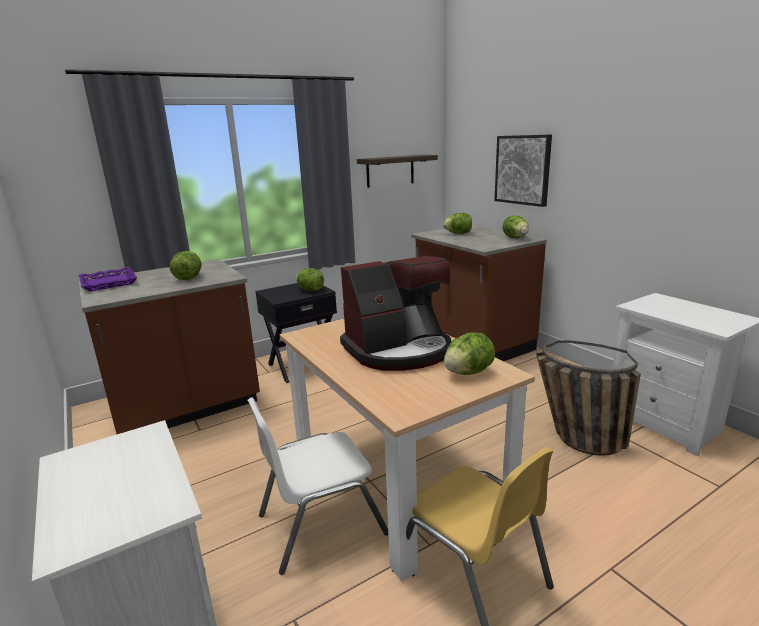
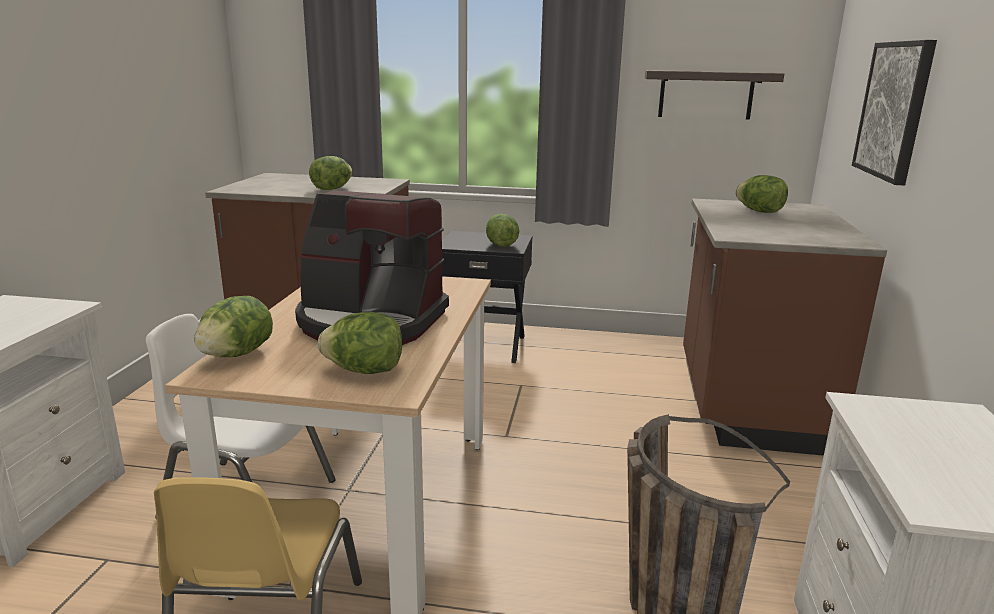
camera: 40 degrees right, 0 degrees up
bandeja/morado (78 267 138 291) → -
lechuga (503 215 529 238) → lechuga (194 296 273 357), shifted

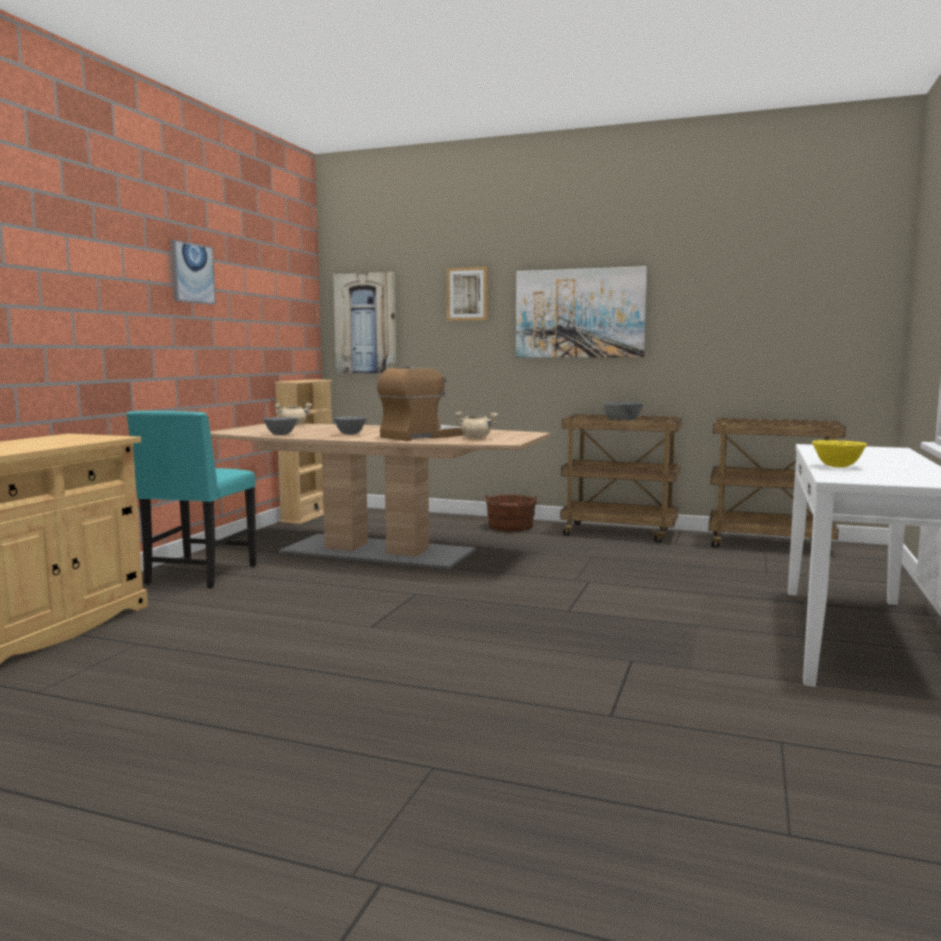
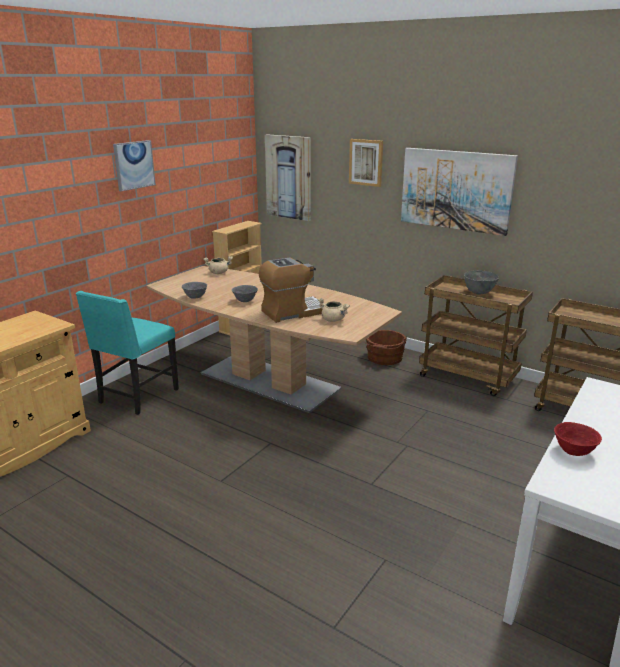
camera: 15 degrees right, 15 degrees up
cuenco/amarillo (812 440 867 468) → cuenco/rojo (554 422 602 456)

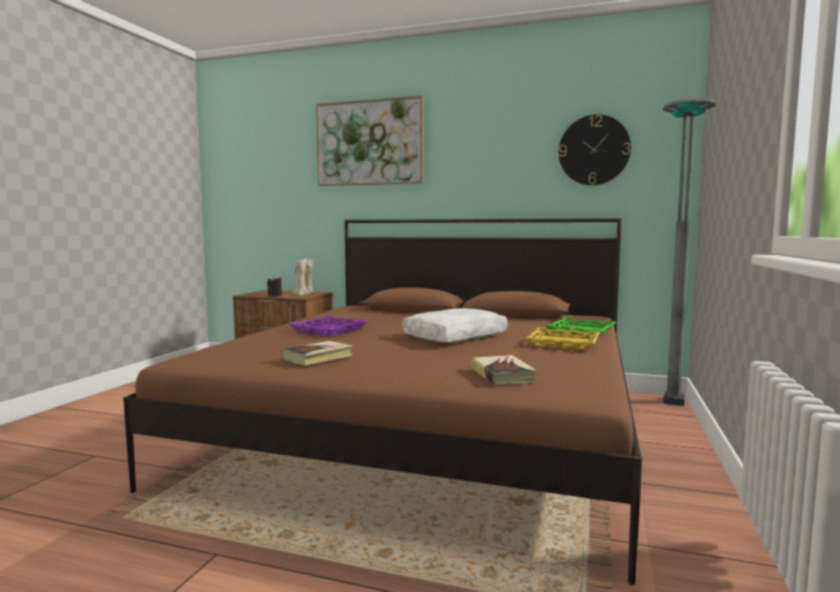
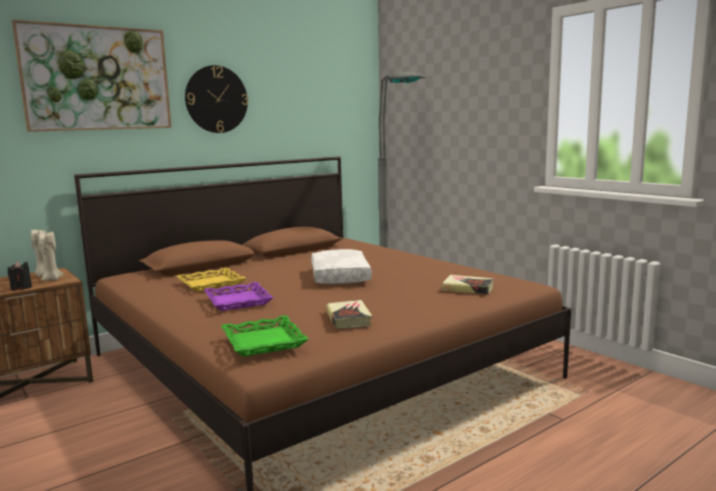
camera: 55 degrees left, 5 degrees up
bandeja/amarillo (525 327 600 351) → bandeja/amarillo (176 267 246 292), shifted
bandeja/verde (546 317 616 337) → bandeja/verde (221 315 308 357), shifted
reloj de pared (559 114 631 185) → reloj de pared (185 65 248 133), shifted

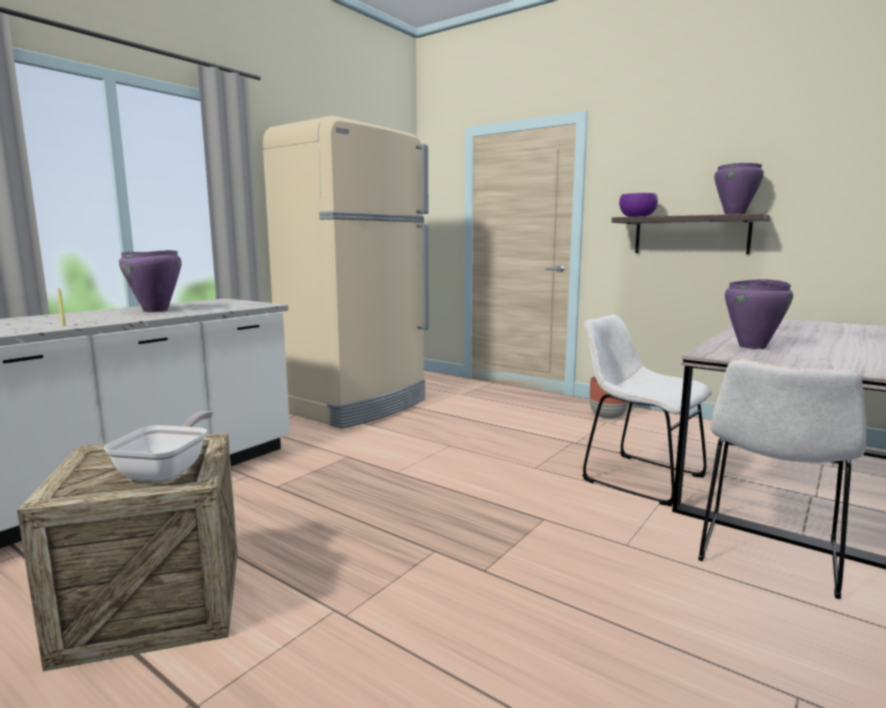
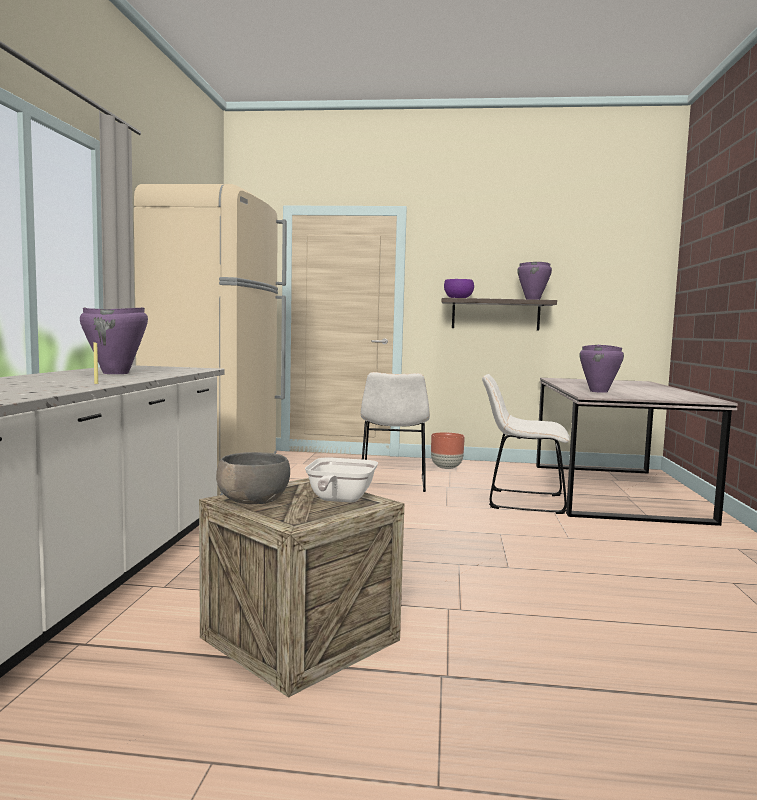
camera: 30 degrees left, 5 degrees down
- → cuenco/gris (216 452 290 504)
silla/blanco (698 359 866 599) → silla/blanco (360 372 430 492), shifted
sartén (103 411 213 482) → sartén (305 457 378 503), 150 degrees counterclockwise

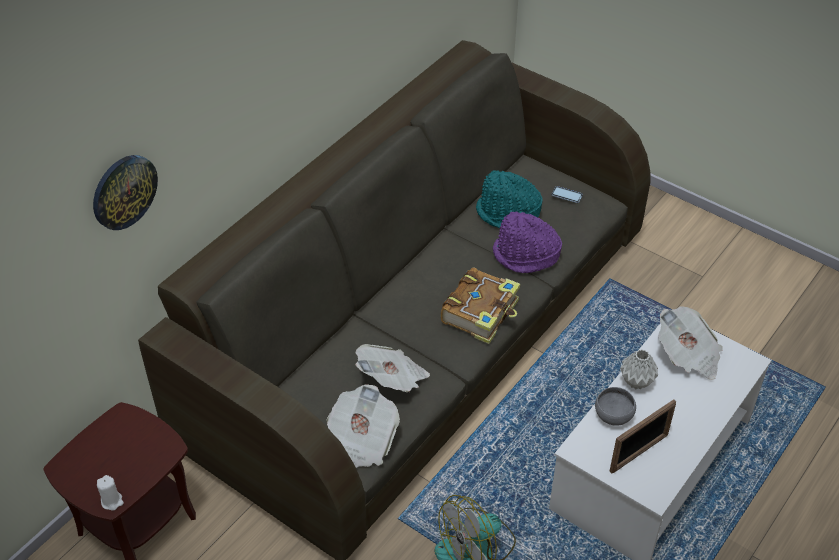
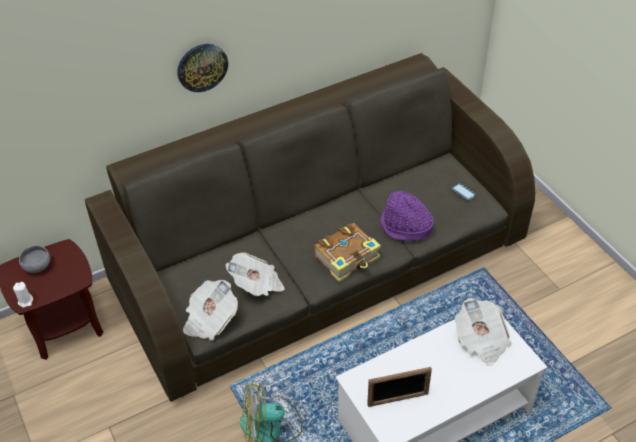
camera: 25 degrees right, 0 degrees up
sombrero/turquesa (476 170 543 228) → -
florero/gris (620 349 658 389) → -
reloj de pared (93 155 158 230) → reloj de pared (177 44 228 92), shifted
cuenco/gris (595 387 636 426) → cuenco/gris (19 245 50 273), shifted

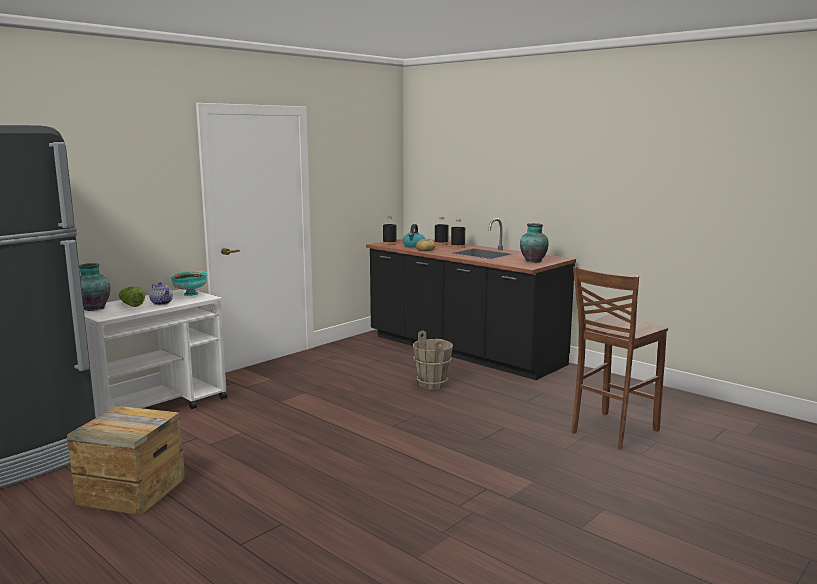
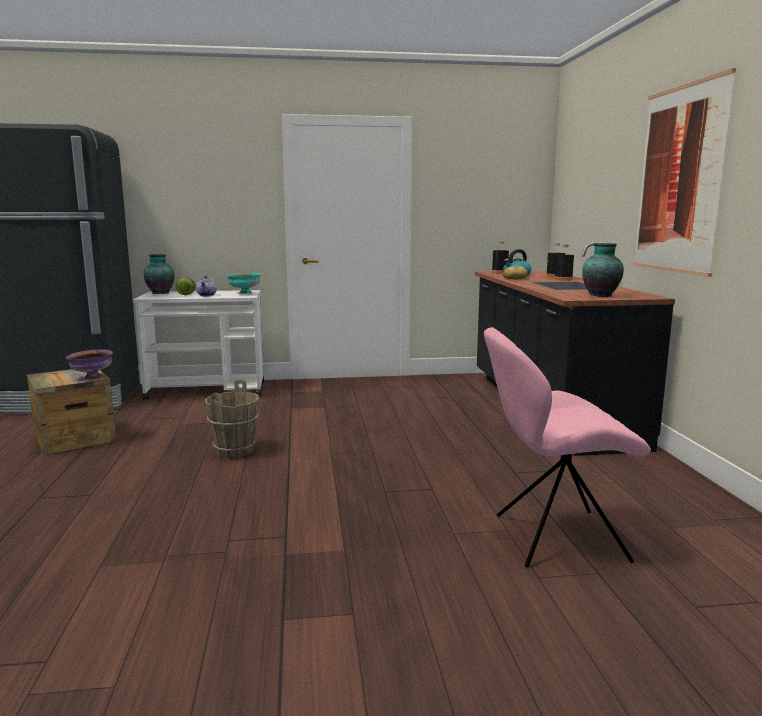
camera: 40 degrees right, 0 degrees up
- → cuenco/morado (66 349 113 379)
- → cuadro (633 68 736 277)
cubo/marrón (413 331 453 390) → cubo/marrón (205 380 259 458), shifted
taburete/marrón (571 266 668 450) → silla/rosa (484 327 651 568)

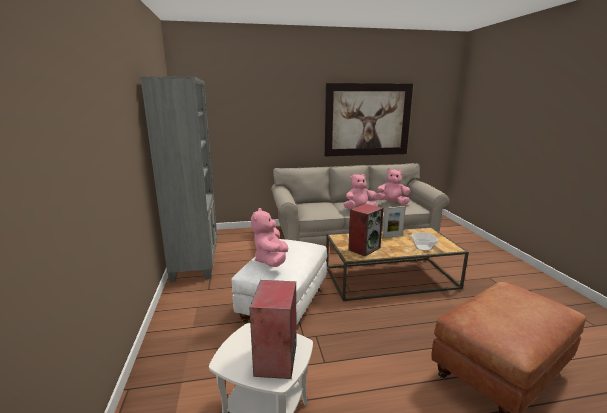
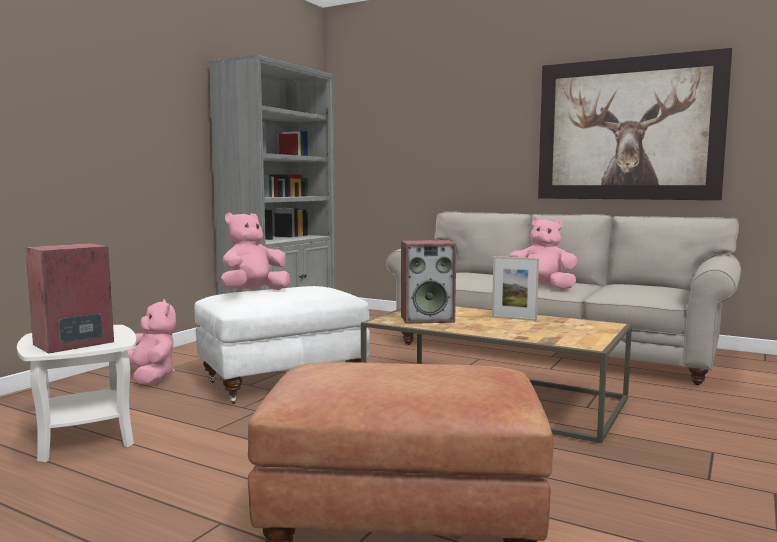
camera: 40 degrees right, 10 degrees down
cuenco (411 233 438 251) → -
peluche/rosa (375 168 410 205) → peluche/rosa (127 299 176 384), shifted

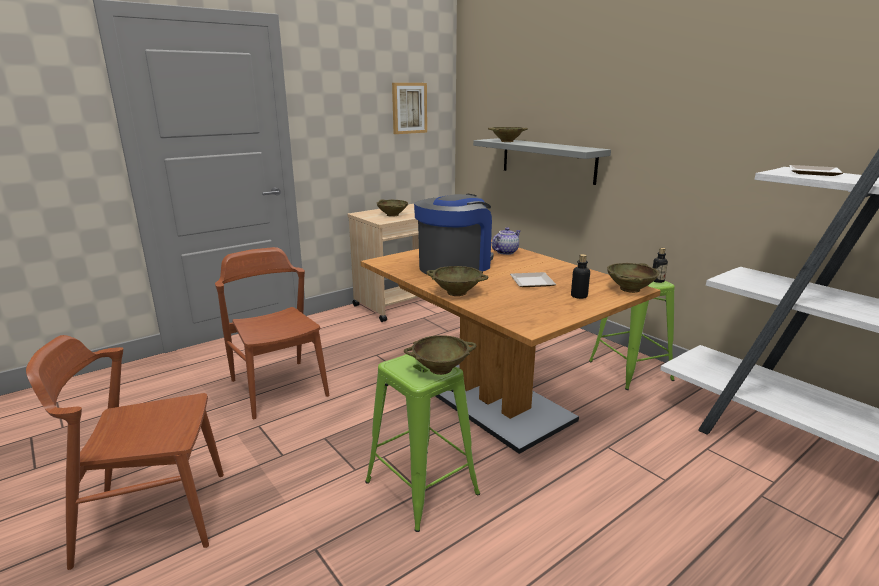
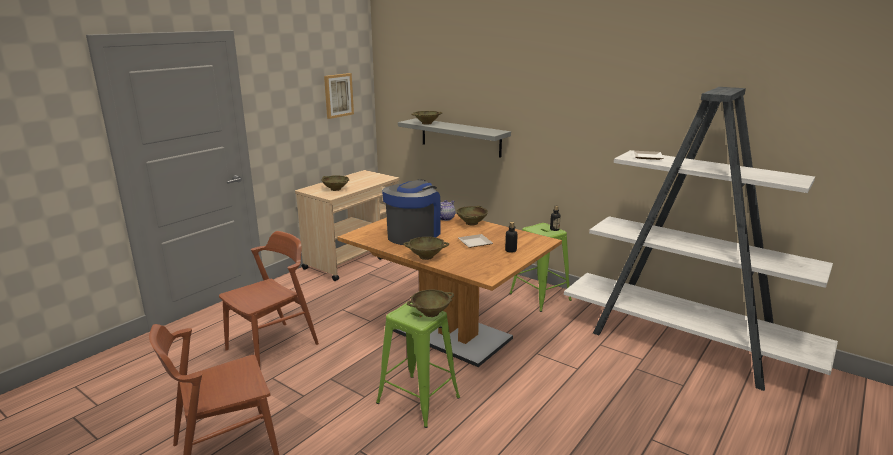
camera: 15 degrees left, 0 degrees up
cuenco/beis (607 263 659 293) → cuenco/beis (456 206 488 225), shifted
silla/marrón (215 247 329 419) → silla/marrón (219 231 319 367), 90 degrees clockwise

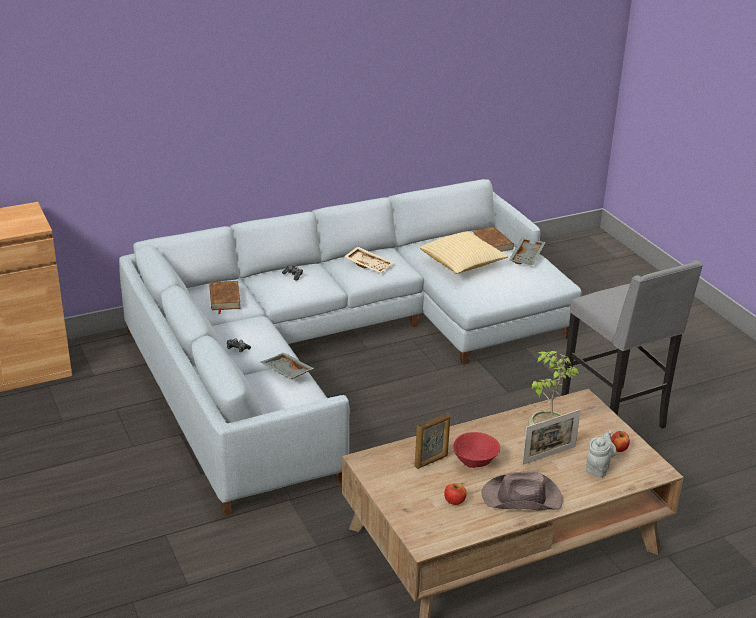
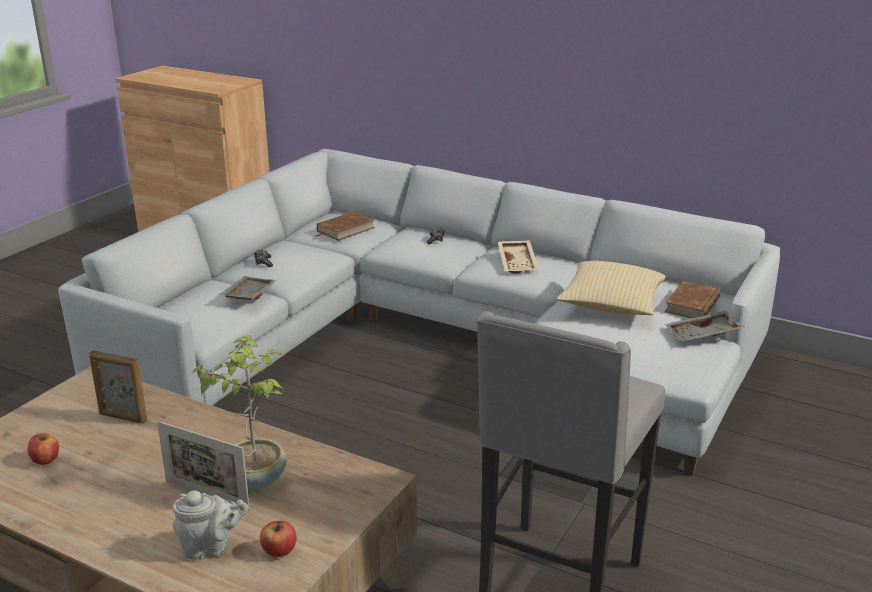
camera: 55 degrees right, 5 degrees down
cuenco/rojo (453 432 500 468) → -
sombrero/marrón (481 470 563 511) → -

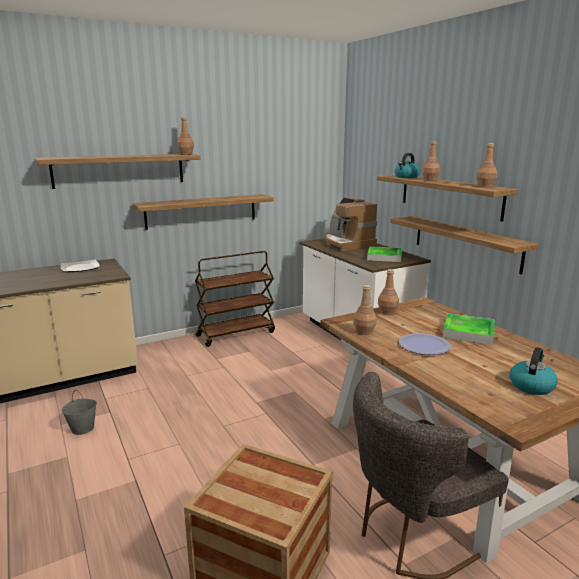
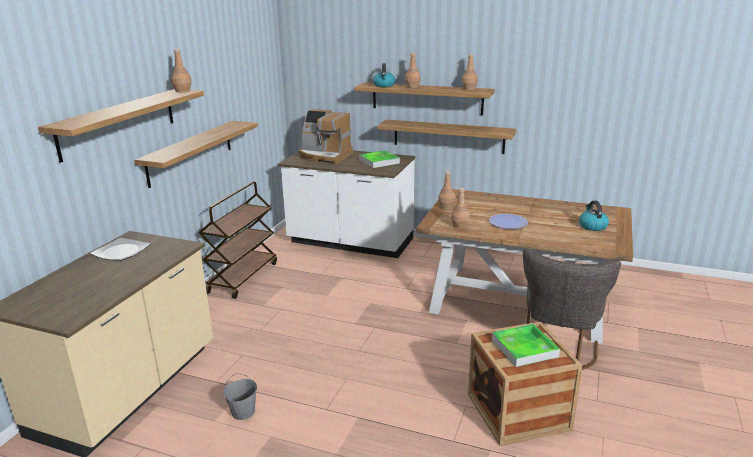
camera: 40 degrees left, 5 degrees up
bandeja (443 313 494 345) → bandeja (492 324 560 367), shifted

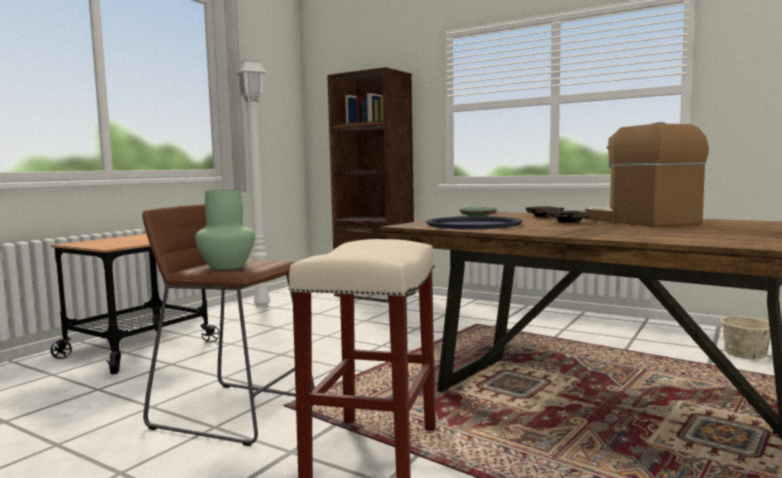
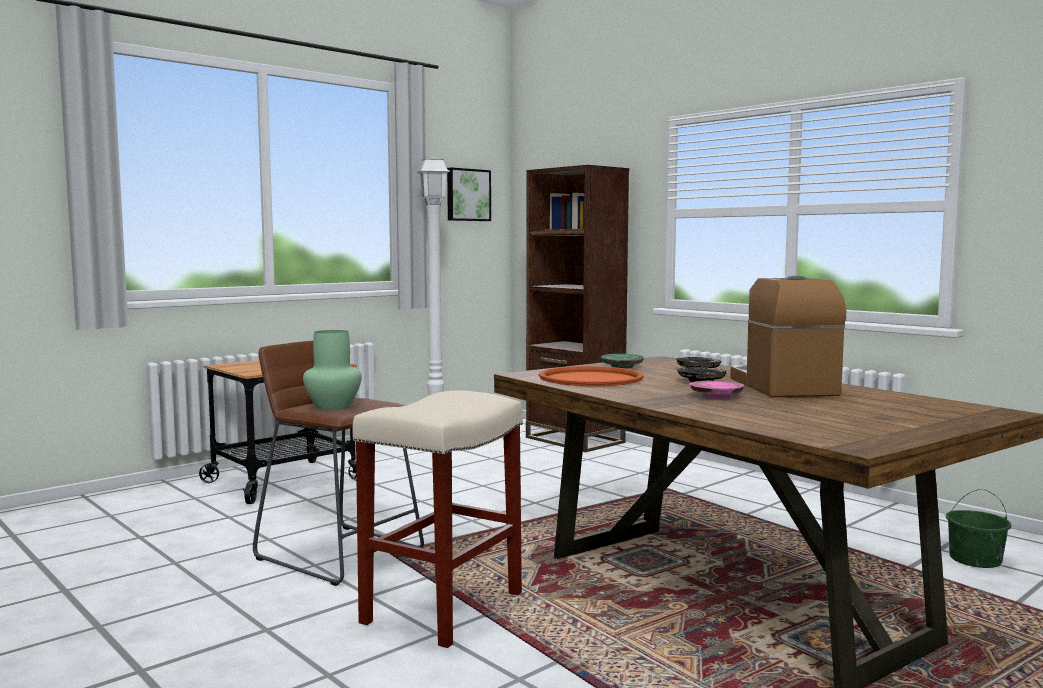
camera: 15 degrees right, 0 degrees up
- → cuadro (447 167 491 221)
- → plato/rosa (690 381 744 399)
bandeja/azul (427 216 522 229) → bandeja/naranja (539 366 644 387)
cubo/beis (721 298 771 359) → cubo/verde (946 489 1011 568)

